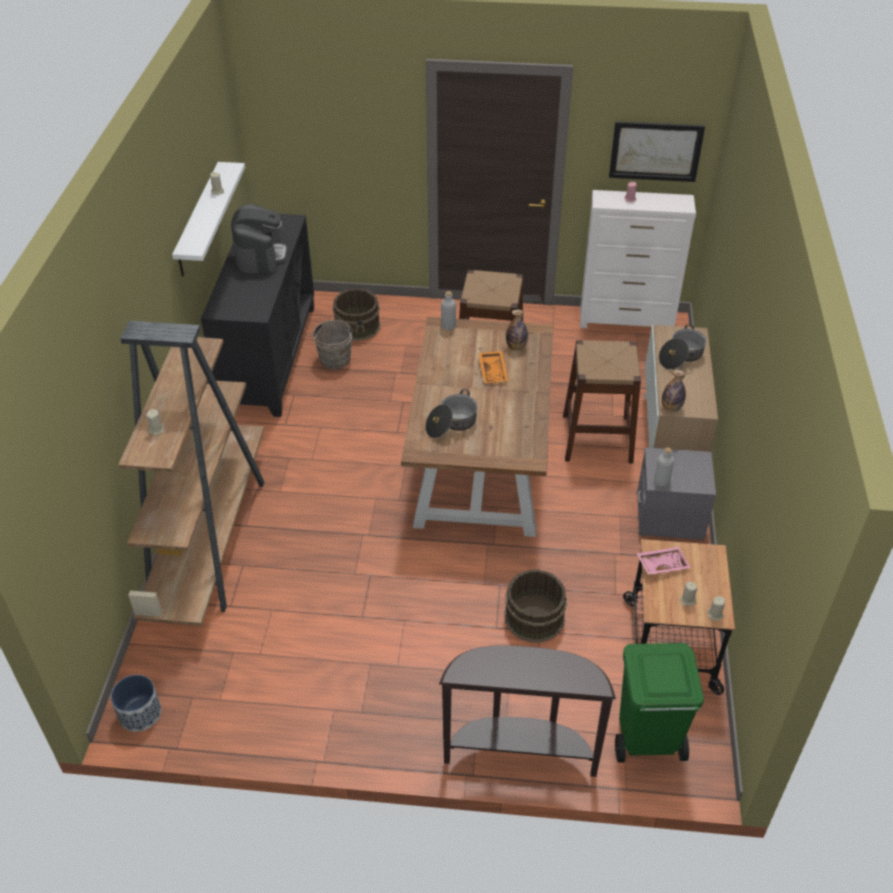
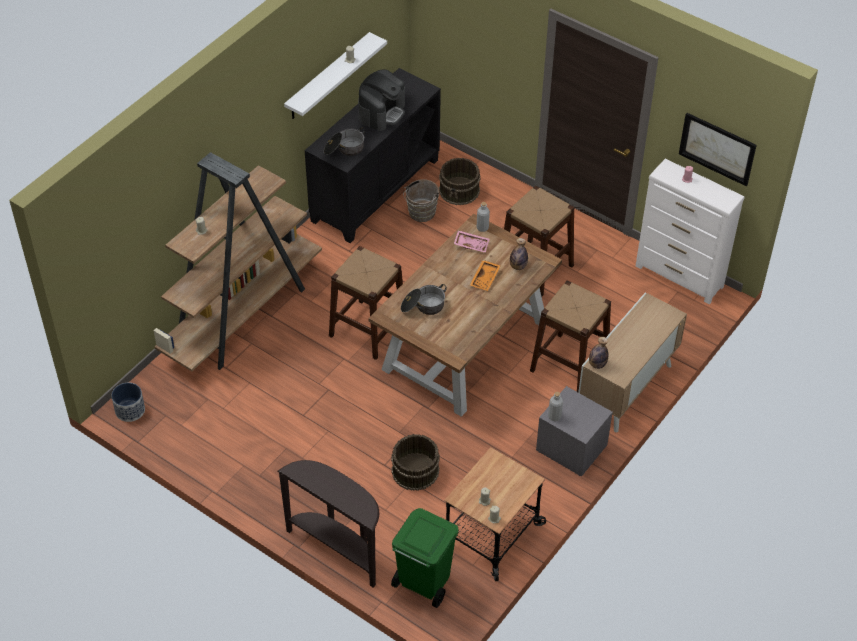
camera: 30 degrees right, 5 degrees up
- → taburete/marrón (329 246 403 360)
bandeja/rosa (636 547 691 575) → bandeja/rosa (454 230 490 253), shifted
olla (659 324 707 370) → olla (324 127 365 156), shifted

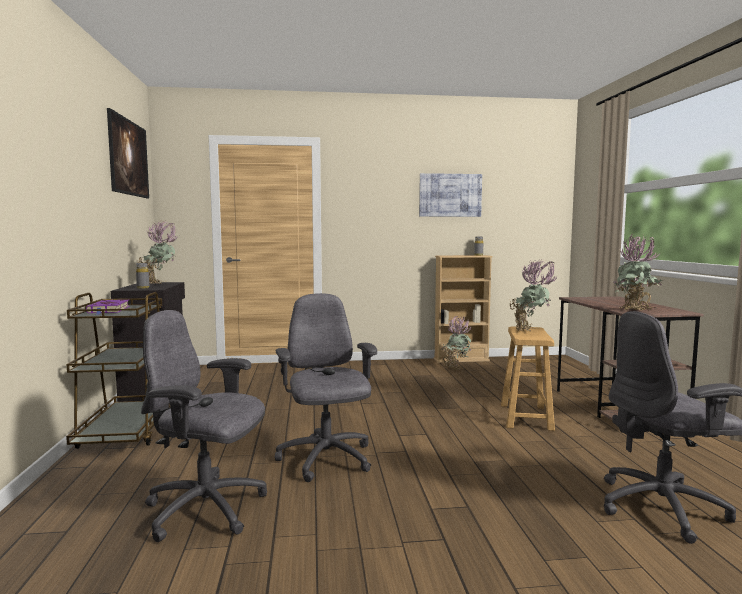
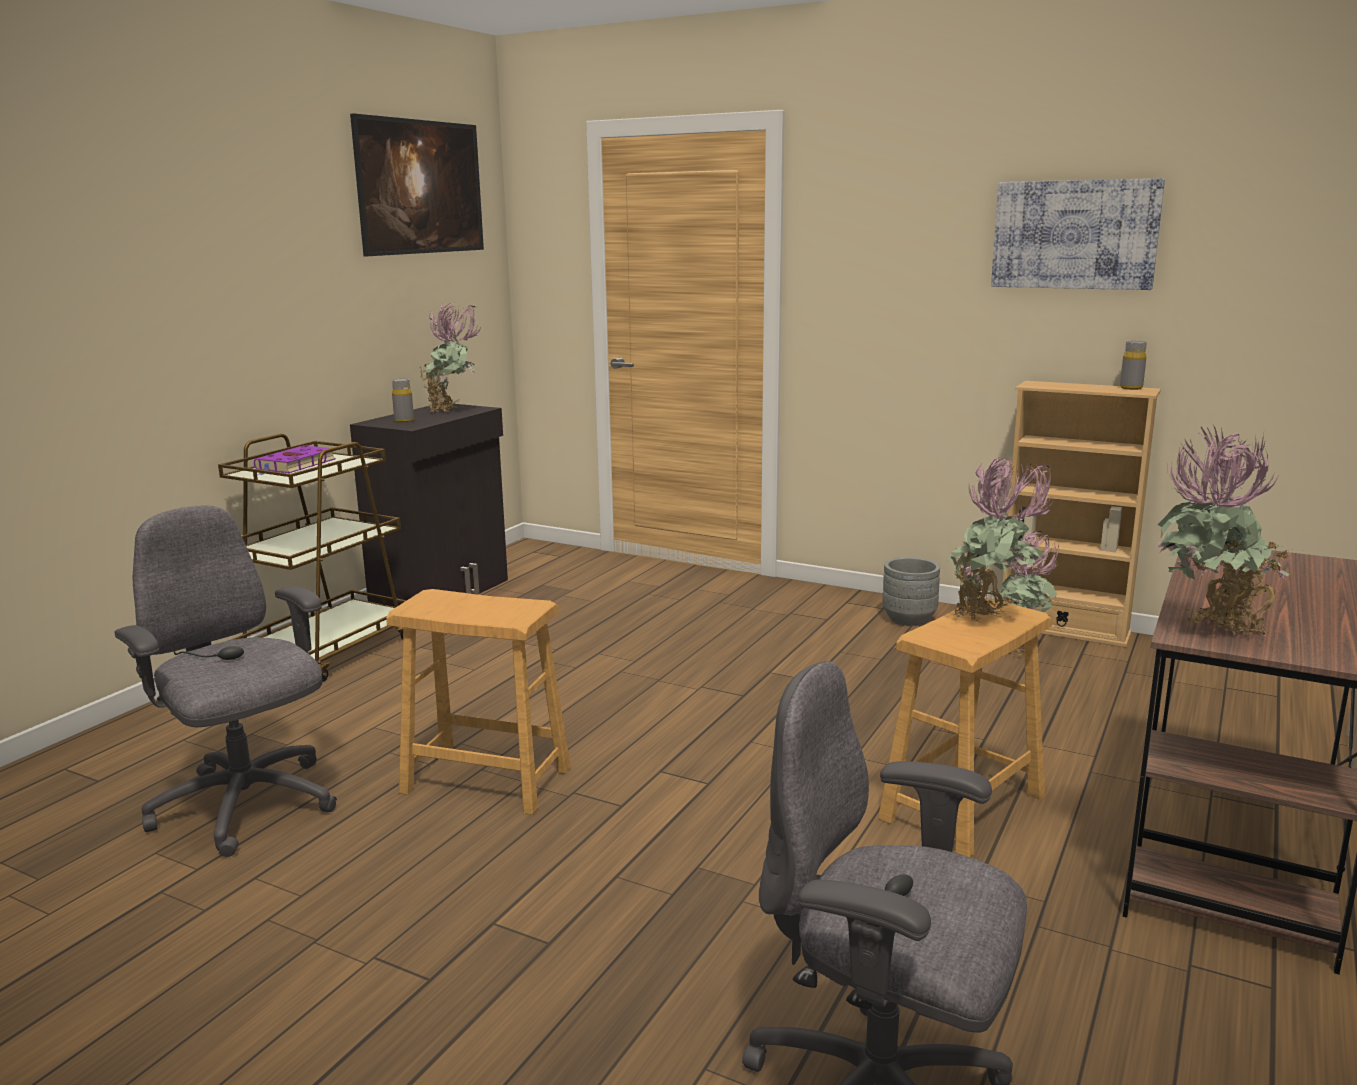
camera: 35 degrees right, 10 degrees up
- → maceta/gris (882 557 940 626)
silla de oficina/gris (275 293 377 482) → taburete/marrón (386 589 571 815)

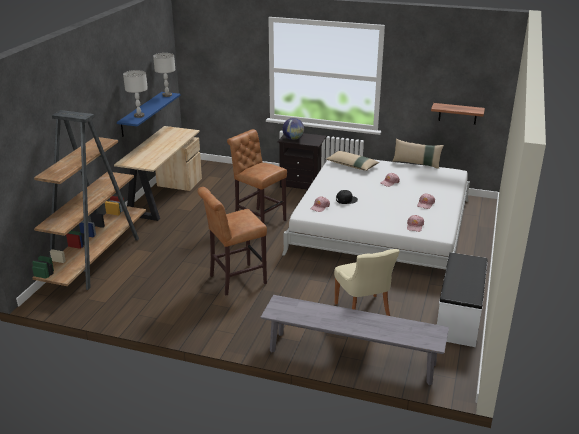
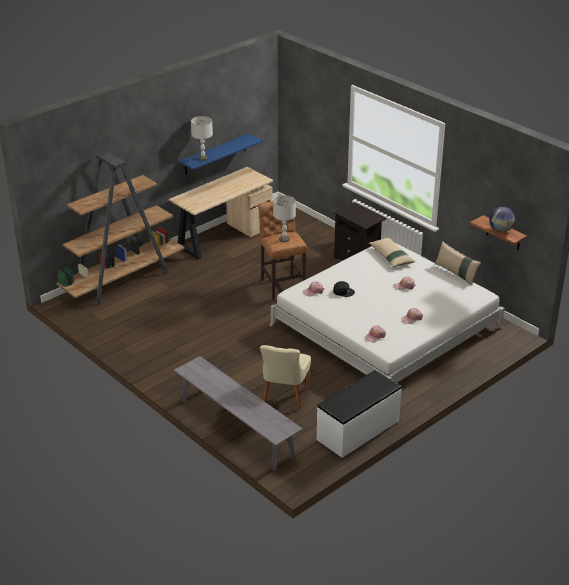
camera: 30 degrees right, 5 degrees up
taburete/marrón (198 187 267 295) → -
lámpara de mesa/gris (153 53 175 97) → lámpara de mesa/gris (273 195 296 242), shifted
globo terráqueo (282 118 304 140) → globo terráqueo (489 207 515 232), shifted

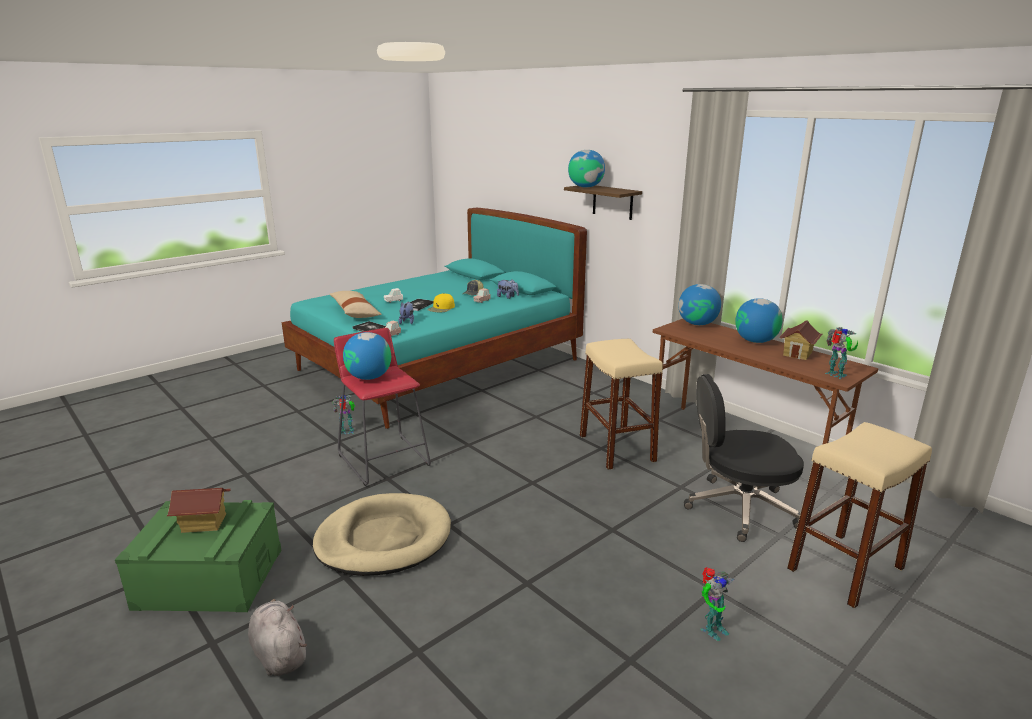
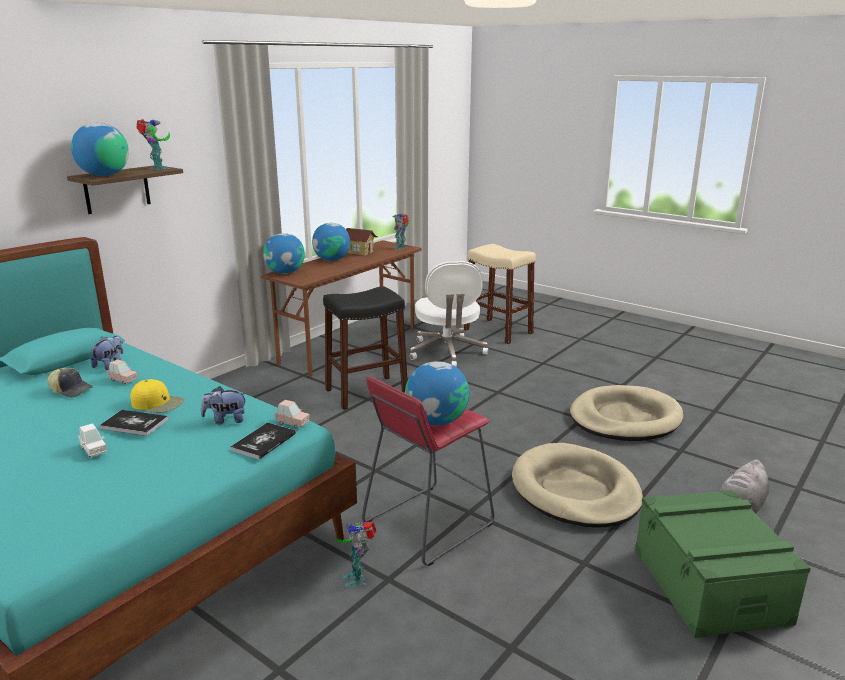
camera: 100 degrees left, 0 degrees up
casita (167 488 231 533) → -
cojín/beis (330 291 382 318) → -
- → cama para perro/beis (570 385 683 441)
robot de juguete (701 567 734 641) → robot de juguete (136 119 170 170), shifted
taburete/beis (580 339 663 470) → taburete/negro (323 286 408 410)
silla de oficina/negro (684 374 804 542) → silla de oficina/blanco (410 261 488 367)

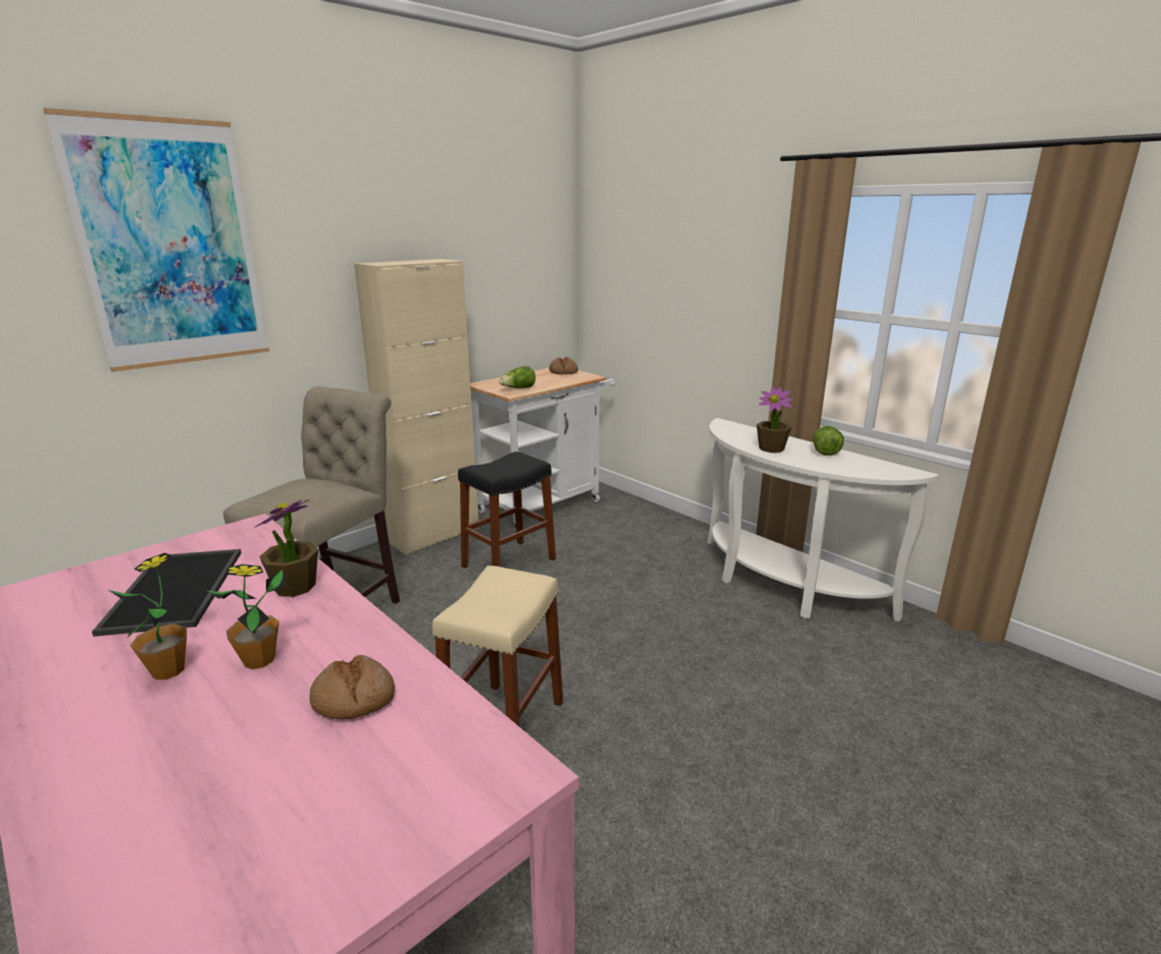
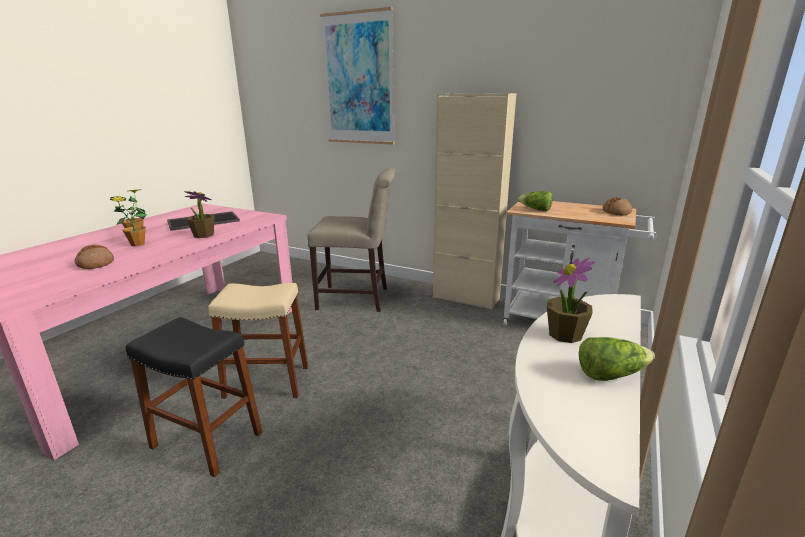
camera: 70 degrees right, 0 degrees up
taburete/negro (458 452 556 568) → taburete/negro (126 317 262 477), shifted

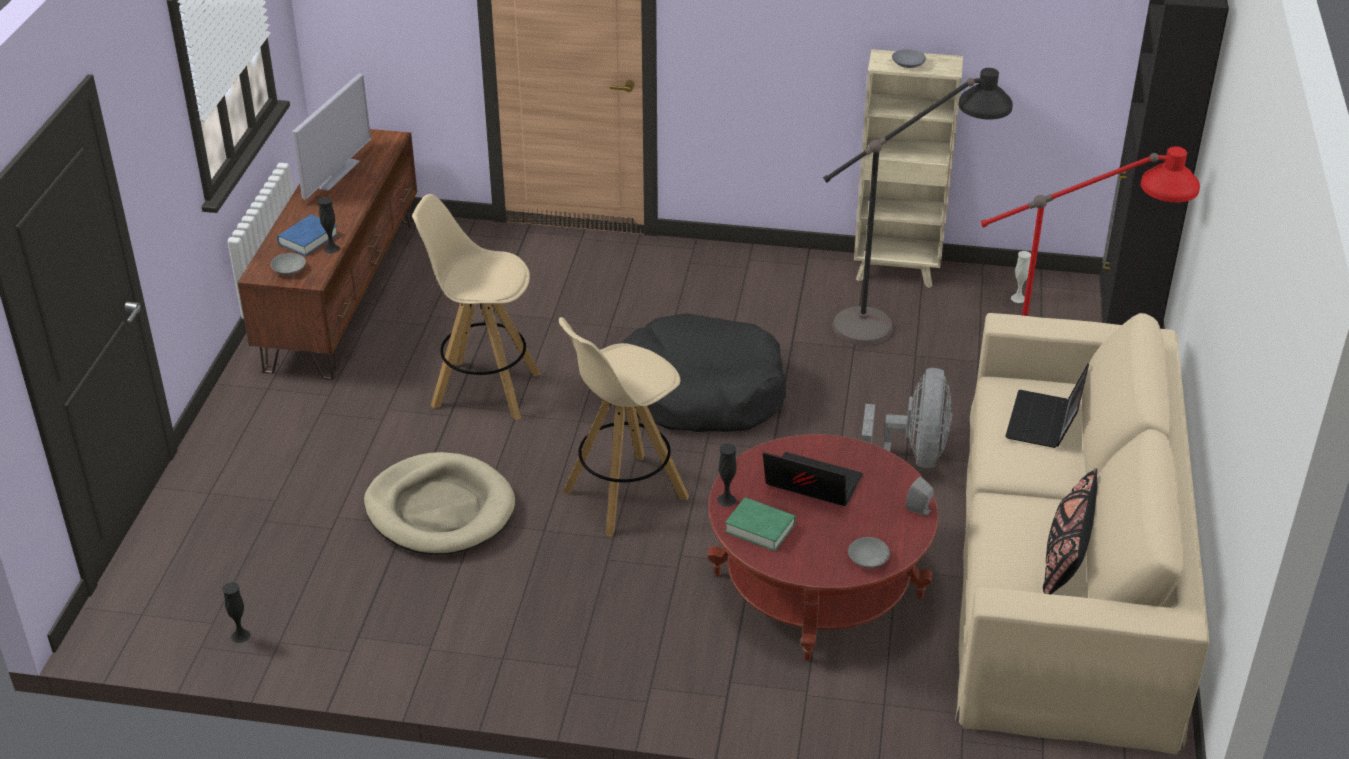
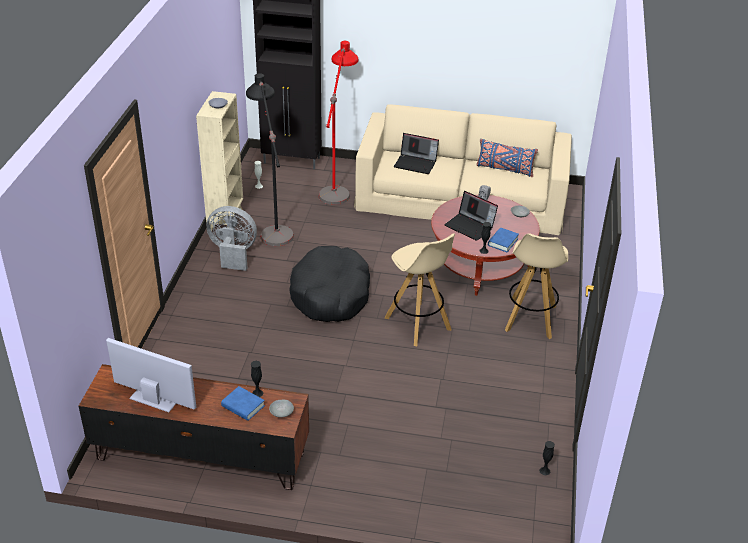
camera: 90 degrees left, 0 degrees up
cama para perro/beis (364 452 515 555) → -
taburete/beis (412 194 541 420) → taburete/beis (505 233 568 339), shifted
ventilador/gris (861 368 952 468) → ventilador/gris (206 206 257 271), shifted
libro/verde (725 497 796 551) → libro/azul (488 228 519 252)
cojín/negro (1043 468 1097 594) → cojín/azul (476 139 538 177)
portátil (763 452 863 506) → portátil (444 191 498 241), 75 degrees counterclockwise

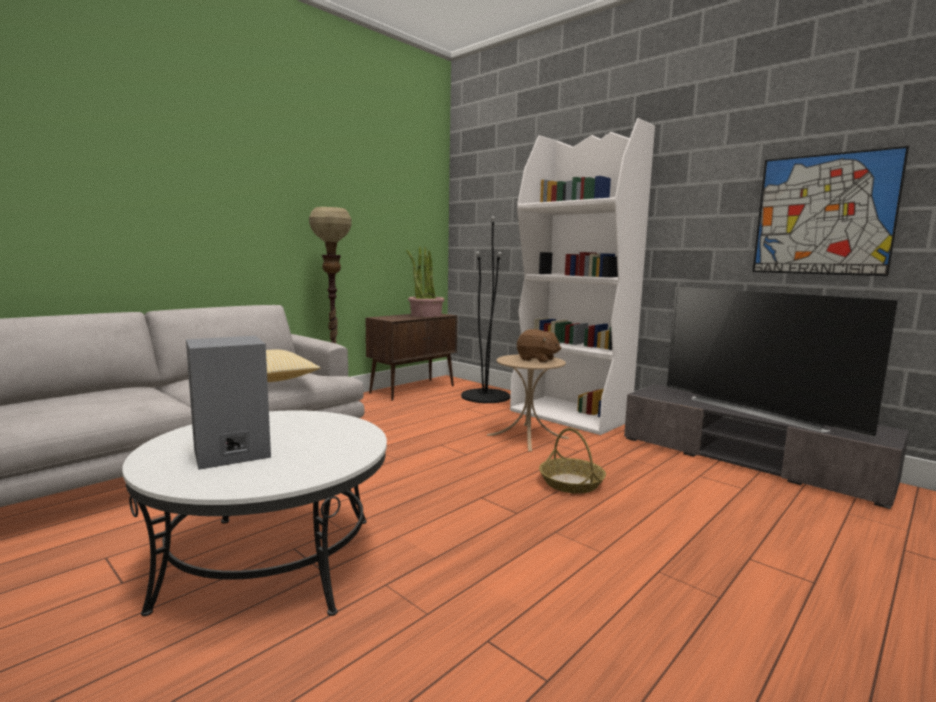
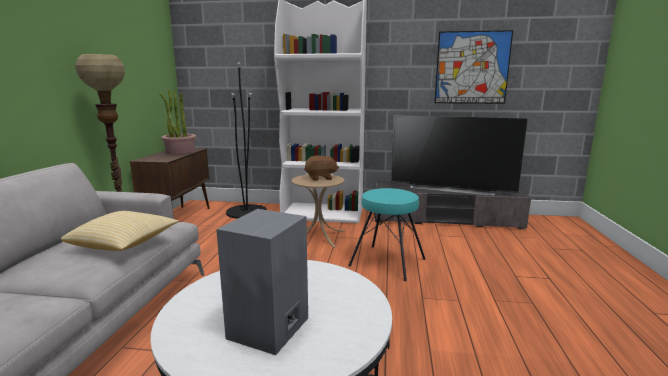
camera: 35 degrees left, 5 degrees up
cesta (539 428 606 494) → taburete/turquesa (348 188 425 281)

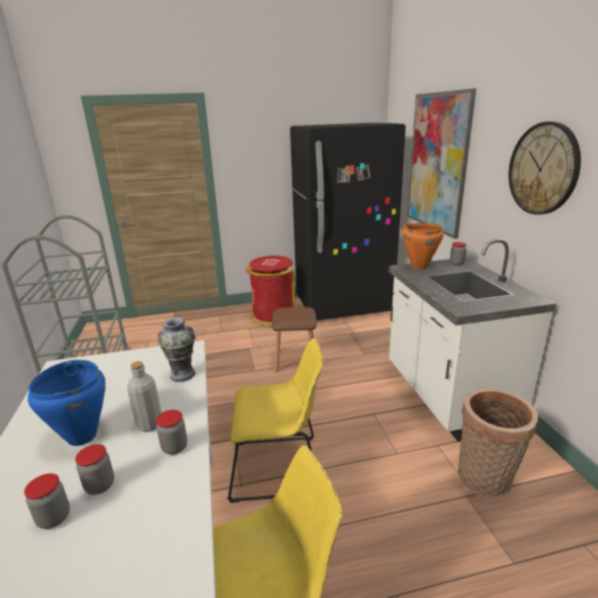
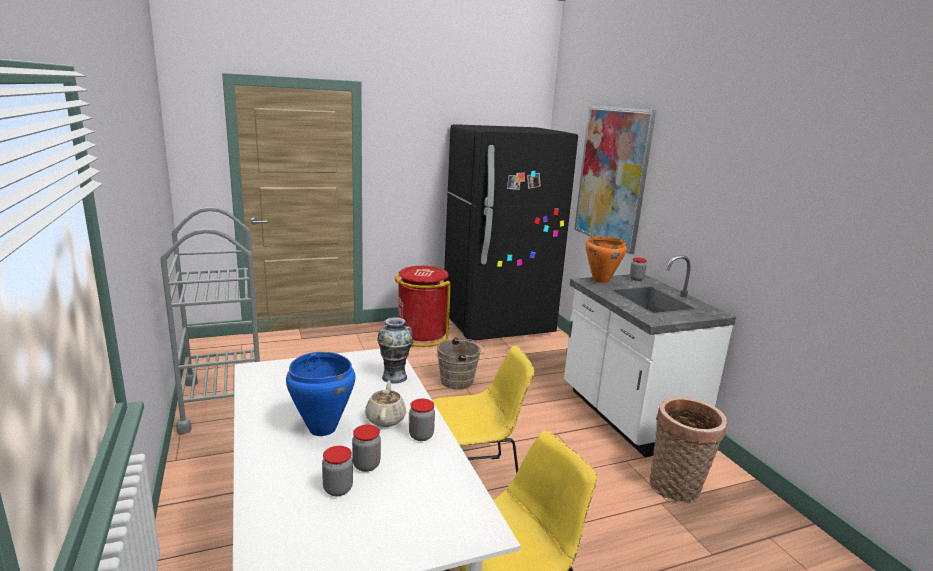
camera: 10 degrees left, 5 degrees down
reloj de pared (509 121 581 215) → -
botella/gris (127 361 162 432) → tetera/beis (365 380 406 427)
taburete/marrón (272 307 317 372) → cubo/marrón (437 337 486 390)

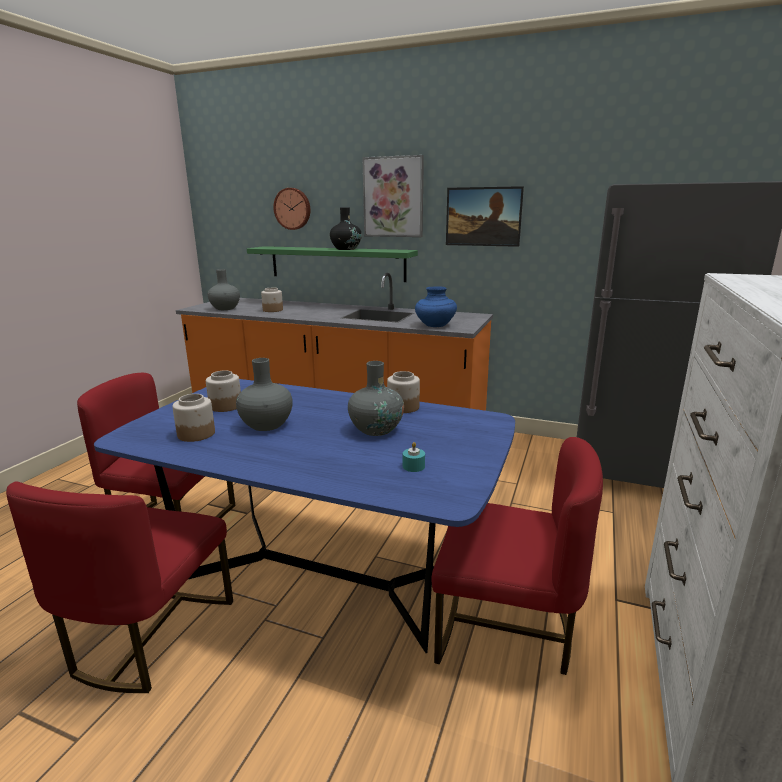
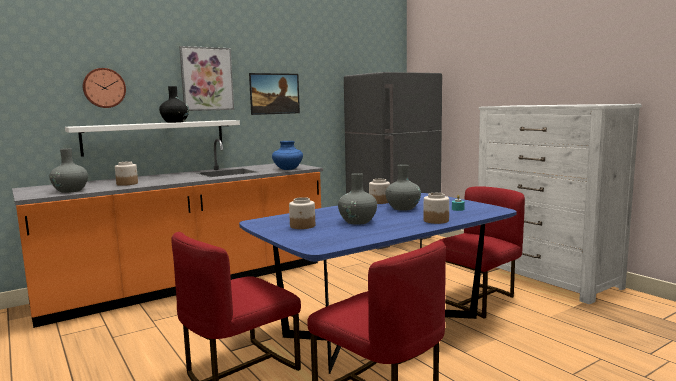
camera: 55 degrees left, 10 degrees down
tarro (172 394 215 442) → tarro (424 193 449 224), shifted
estante/verde (247 246 418 282) → estante/blanco (65 120 240 157)

